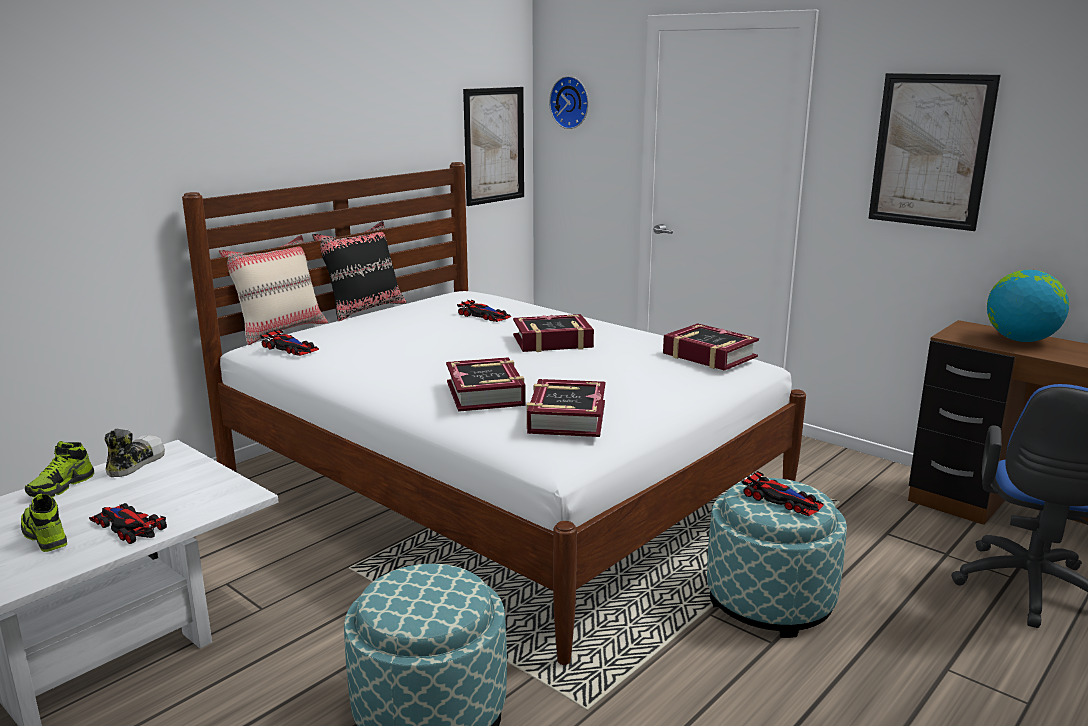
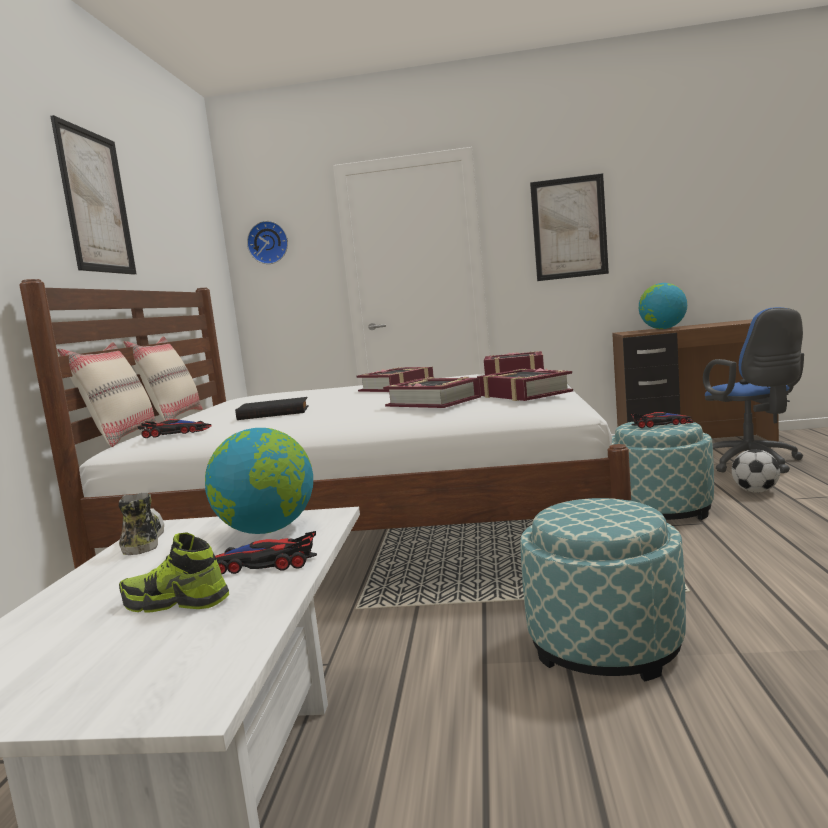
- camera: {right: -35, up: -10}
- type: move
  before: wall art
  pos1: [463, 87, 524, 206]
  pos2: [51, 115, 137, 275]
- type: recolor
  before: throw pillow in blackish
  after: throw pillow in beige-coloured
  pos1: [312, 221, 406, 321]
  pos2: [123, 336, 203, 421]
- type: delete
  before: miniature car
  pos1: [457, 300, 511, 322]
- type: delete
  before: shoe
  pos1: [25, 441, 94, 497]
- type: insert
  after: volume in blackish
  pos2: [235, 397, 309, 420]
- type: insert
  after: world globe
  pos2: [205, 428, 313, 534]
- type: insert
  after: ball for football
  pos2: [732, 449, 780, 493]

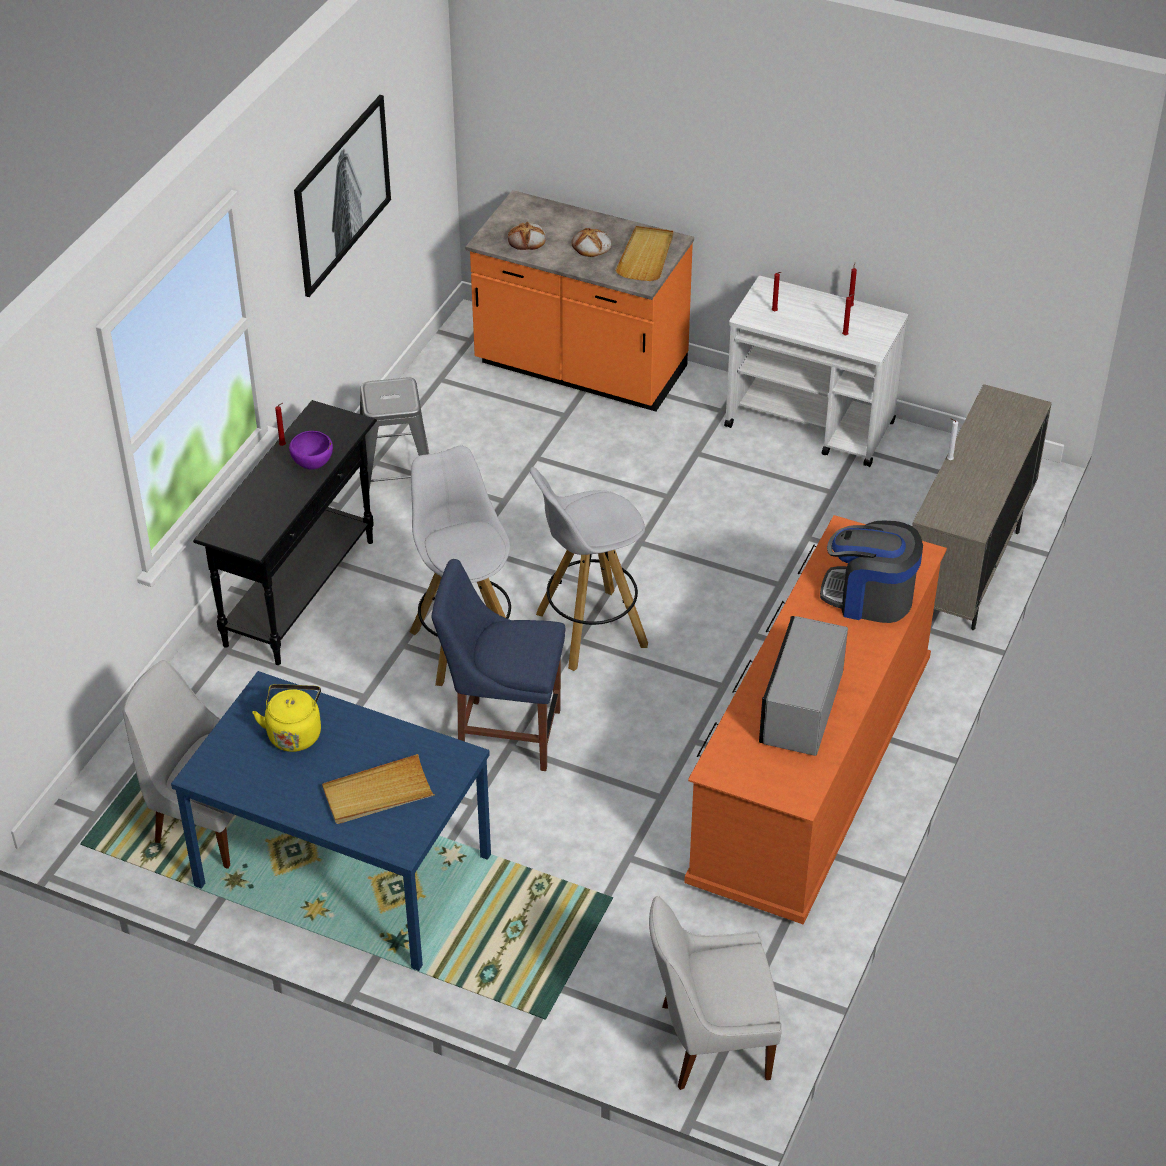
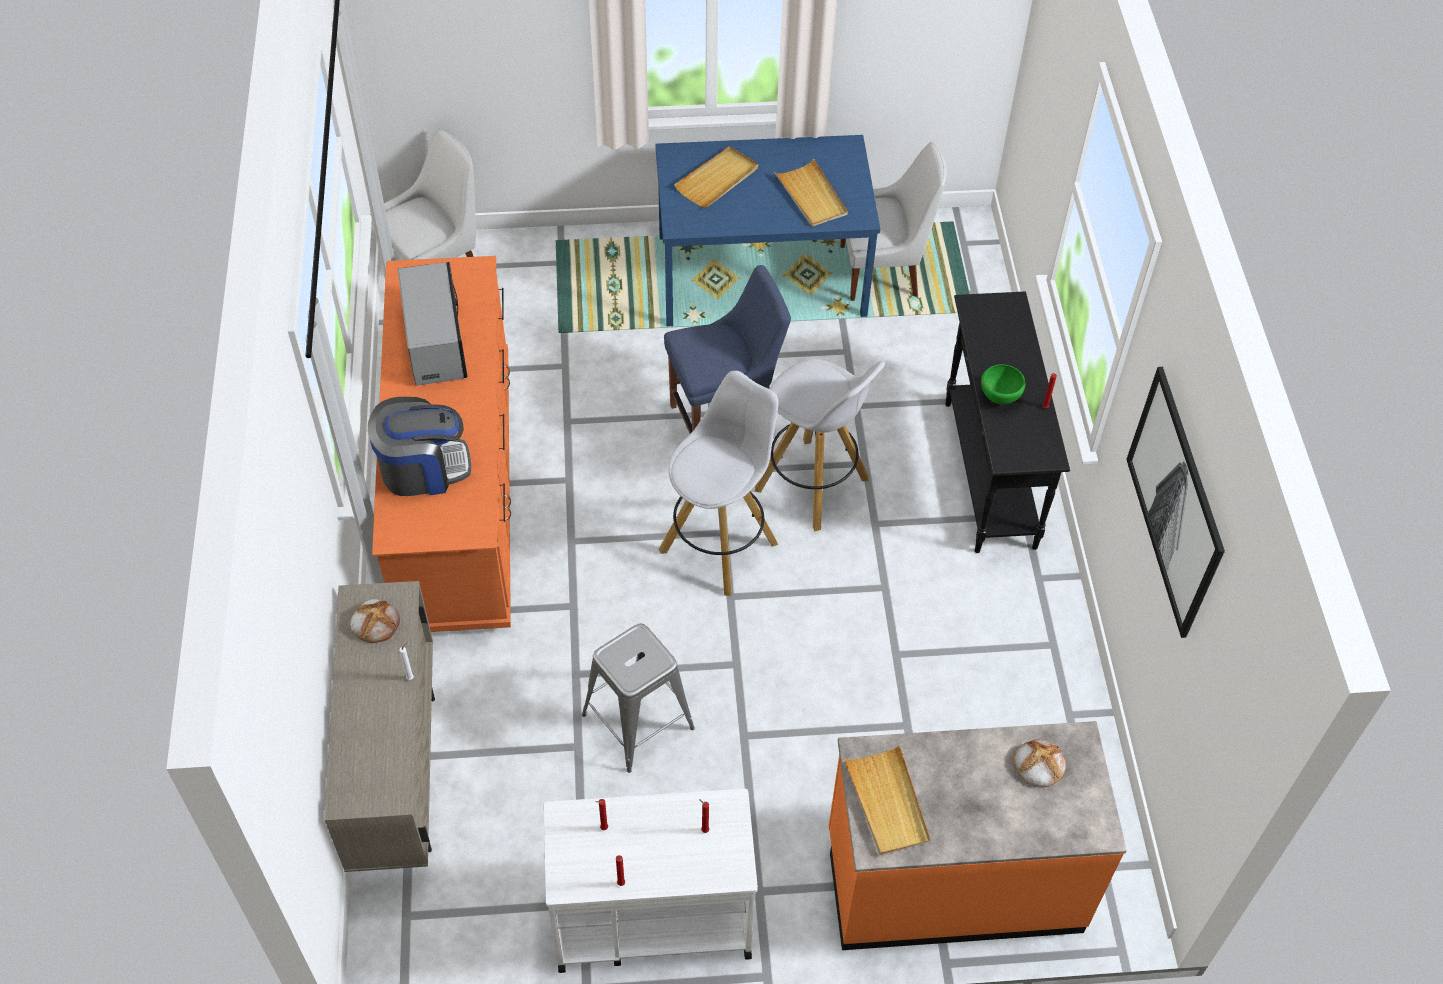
- camera: {right: 150, up: 10}
- type: move
  before: bread
  pos1: [571, 228, 611, 257]
  pos2: [350, 599, 400, 643]
- type: move
  before: stool seat in greyish
  pos1: [360, 378, 429, 507]
  pos2: [582, 624, 695, 773]
- type: recolor
  before: serving bowl in purple
  after: serving bowl in greenish
  pos1: [289, 431, 333, 470]
  pos2: [981, 364, 1025, 404]
- type: replace
  before: water kettle in yellow-coloured
  after: carrying tray in beige-coloured
  pos1: [252, 684, 321, 752]
  pos2: [774, 158, 848, 227]

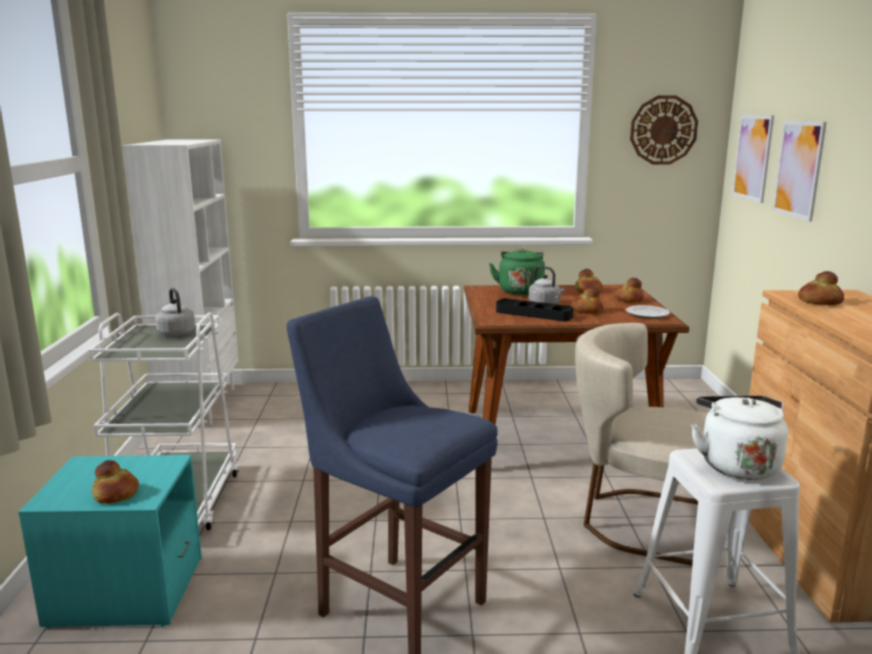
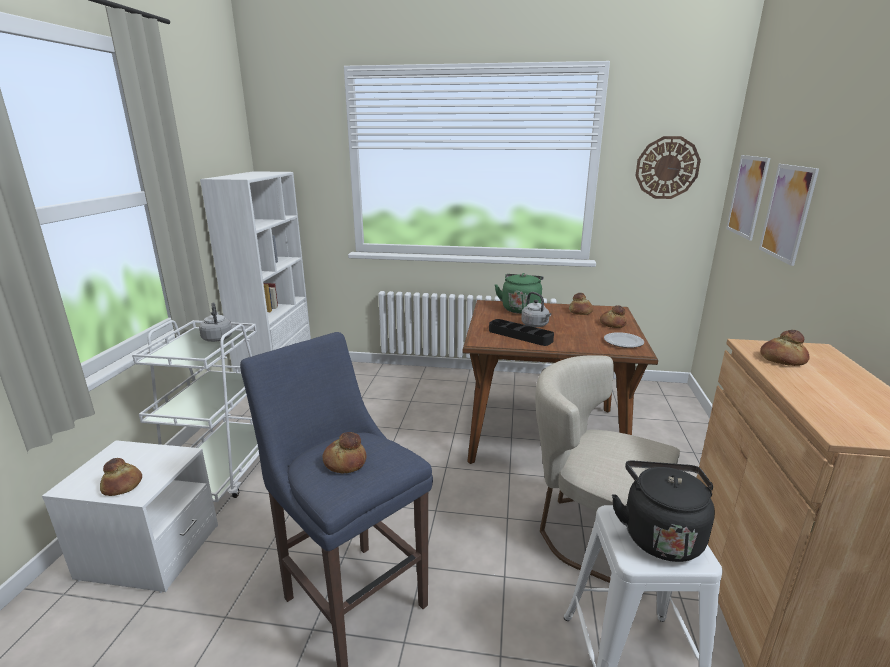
- camera: {right: 10, up: 5}
- type: move
  before: bread
  pos1: [571, 287, 603, 314]
  pos2: [323, 432, 366, 473]
- type: recolor
  before: water kettle in whitish
  after: water kettle in blackish
  pos1: [691, 395, 788, 480]
  pos2: [612, 461, 715, 562]
- type: recolor
  before: bedside table in turquoise-coloured
  after: bedside table in whitish
  pos1: [18, 455, 202, 629]
  pos2: [42, 440, 218, 593]

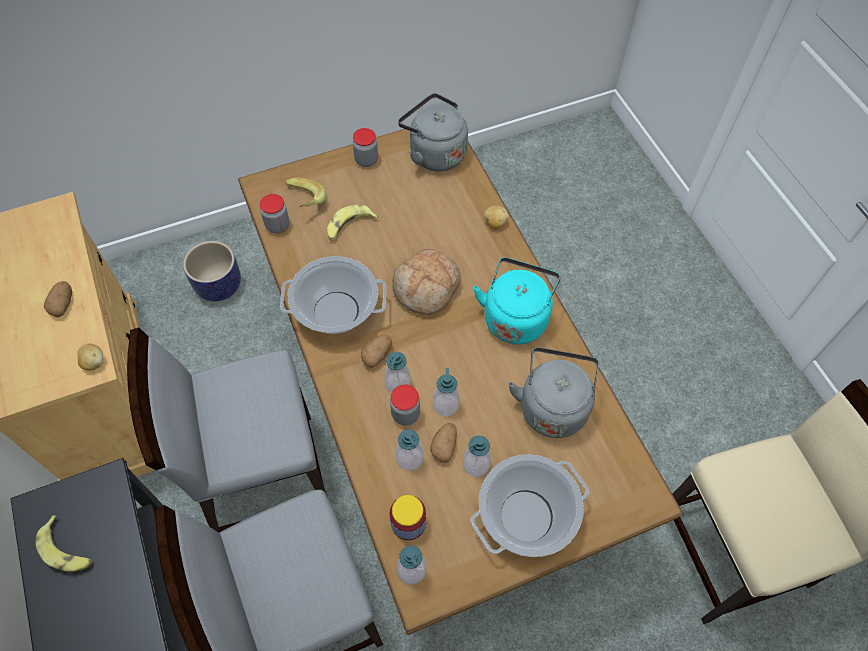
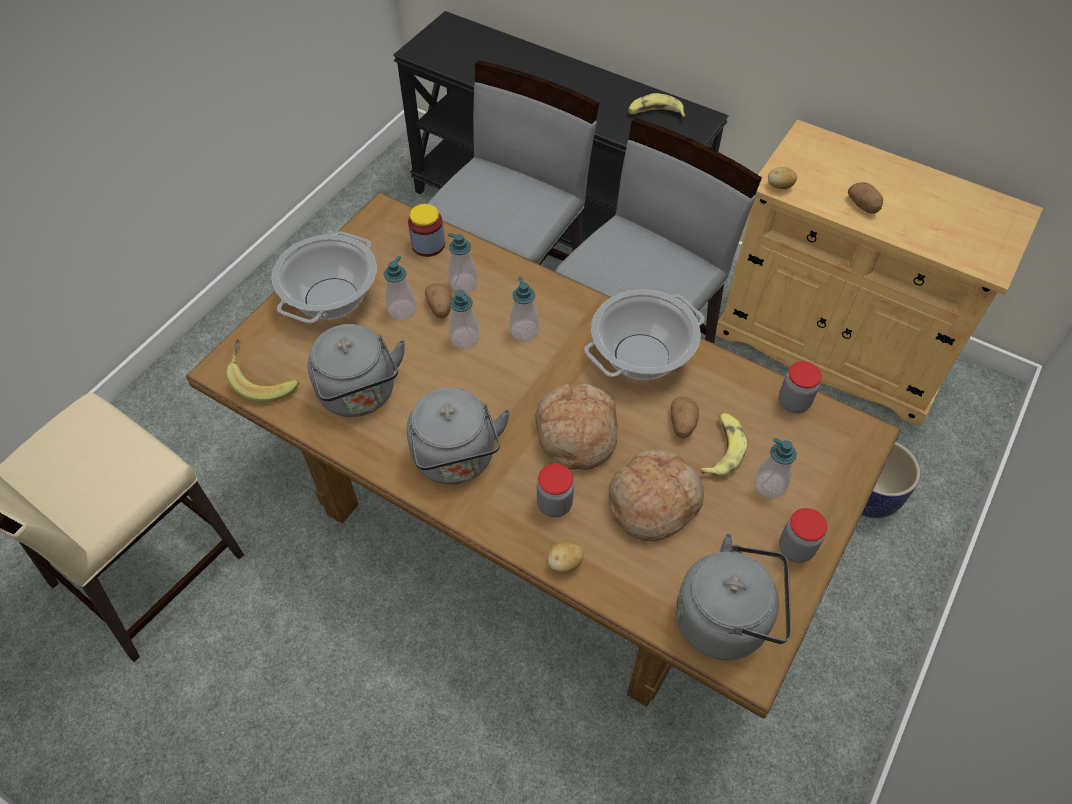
- camera: {right: 145, up: -5}
- type: move
  before: banana fruit
  pos1: [285, 178, 326, 207]
  pos2: [226, 339, 299, 402]
- type: recolor
  before: water kettle in turquoise-coloured
  after: water kettle in greyish
  pos1: [473, 257, 561, 344]
  pos2: [406, 387, 510, 485]
- type: move
  before: whole potato
  pos1: [361, 335, 392, 368]
  pos2: [671, 397, 699, 438]
- type: move
  before: storage jar
  pos1: [390, 385, 420, 425]
  pos2: [537, 464, 574, 517]
- type: move
  before: soap dispenser
  pos1: [397, 545, 427, 585]
  pos2: [754, 438, 797, 498]
- type: insert
  after: bread
  pos2: [609, 449, 704, 541]

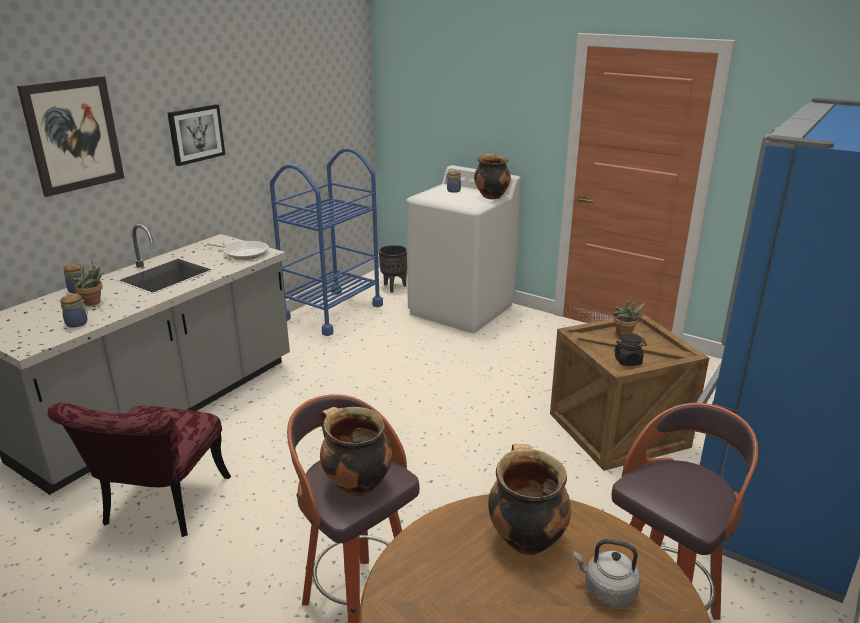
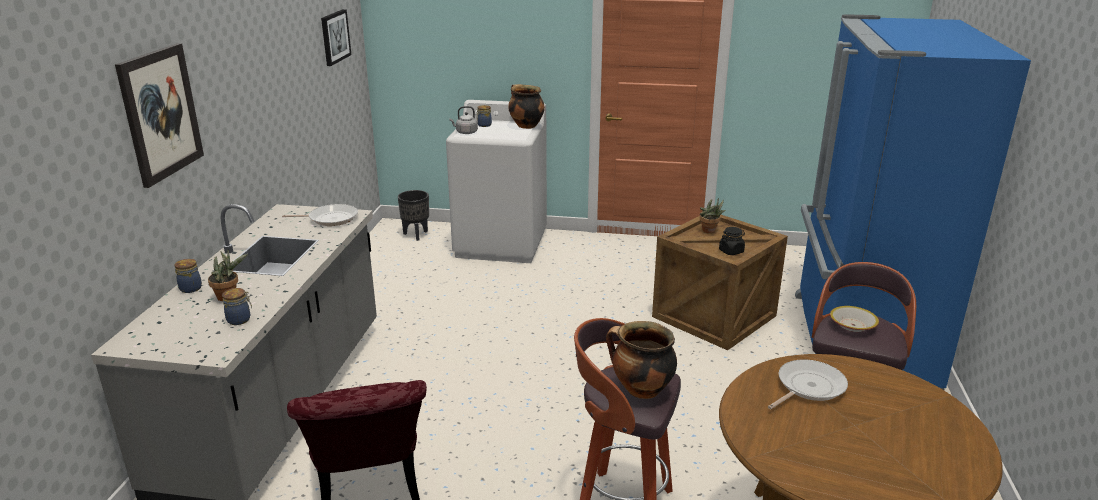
- camera: {right: -25, up: 0}
- type: move
  before: wall art
  pos1: [168, 104, 225, 166]
  pos2: [321, 9, 352, 66]
- type: delete
  before: trolley in bluish
  pos1: [270, 148, 383, 336]
- type: replace
  before: stockpot
  after: pan
  pos1: [488, 444, 571, 555]
  pos2: [768, 360, 848, 409]
- type: move
  before: water kettle in greyish
  pos1: [573, 539, 640, 607]
  pos2: [449, 106, 478, 134]
- type: insert
  after: serving bowl
  pos2: [830, 306, 879, 332]

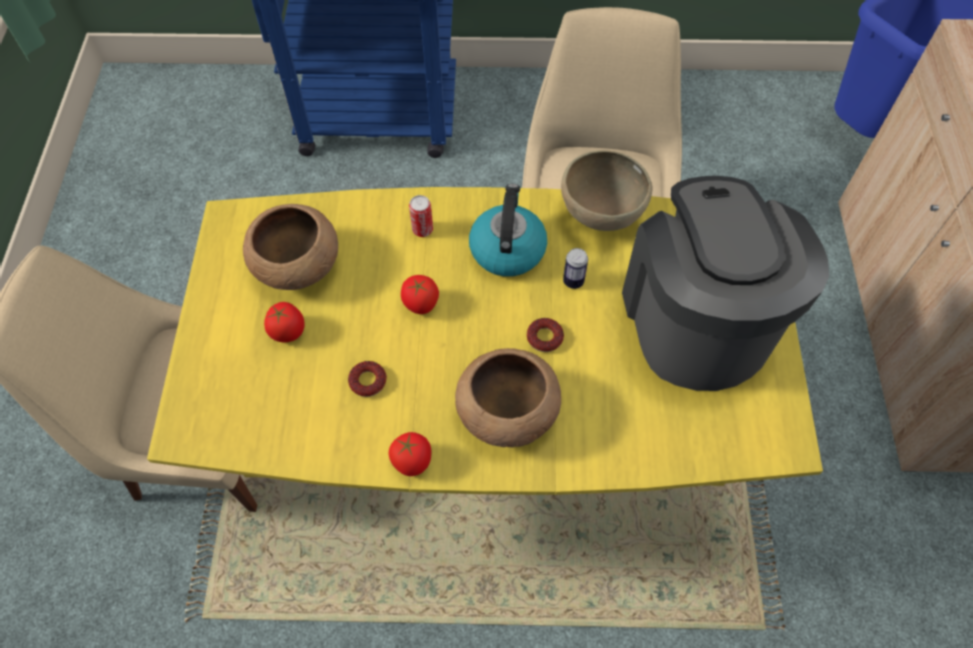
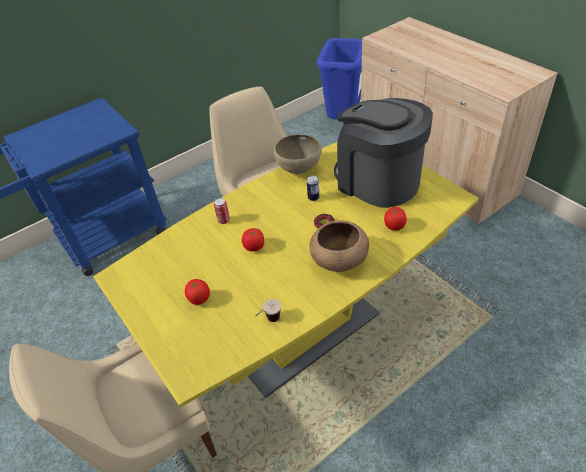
- camera: {right: -35, up: -15}
- type: delete
  before: water kettle
  pos1: [469, 184, 547, 277]
- type: delete
  before: serving bowl in brown
  pos1: [243, 204, 338, 290]
- type: delete
  before: donut
  pos1: [348, 361, 387, 397]
- type: move
  before: tomato
  pos1: [388, 432, 432, 476]
  pos2: [384, 207, 407, 231]
- type: insert
  after: small cup
  pos2: [255, 299, 281, 322]

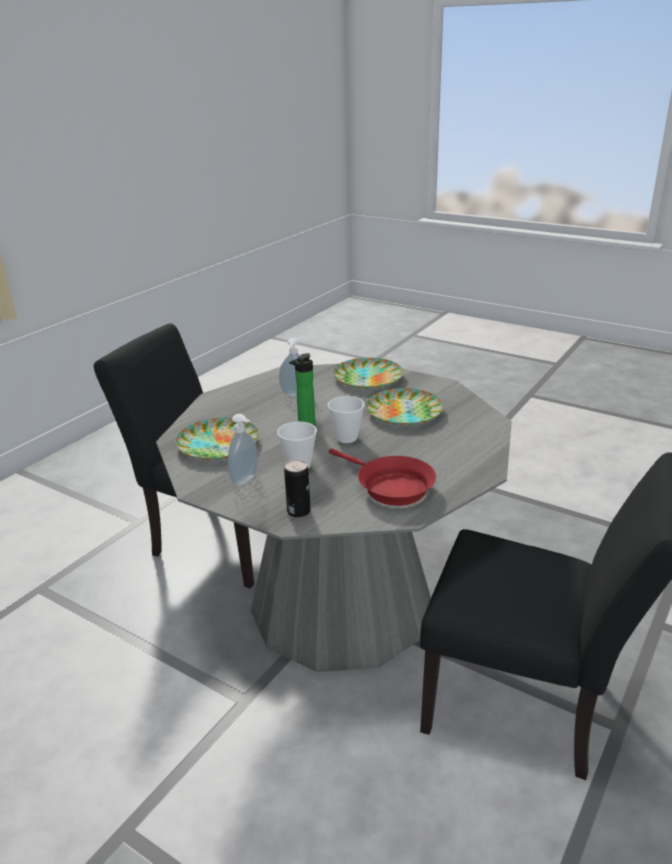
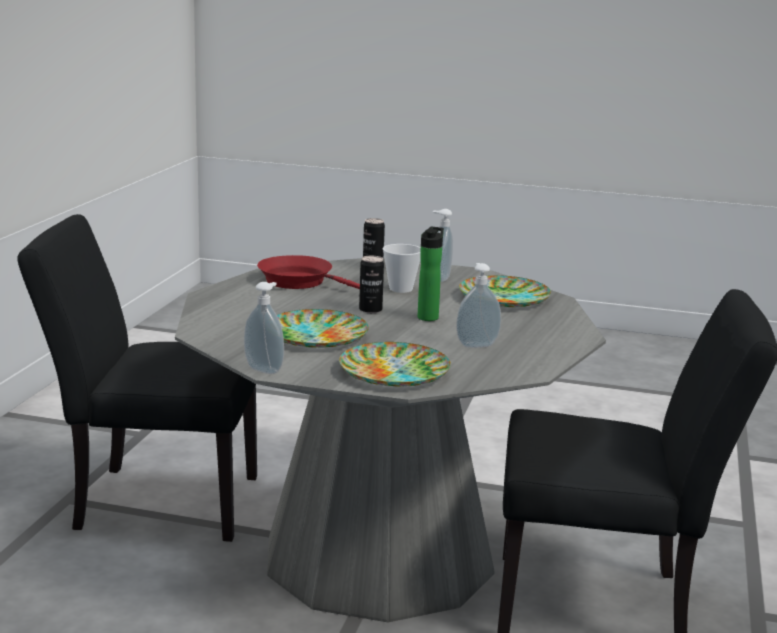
- camera: {right: 160, up: -10}
- type: replace
  before: small cup
  after: sealed can
  pos1: [328, 396, 365, 443]
  pos2: [359, 256, 384, 313]
- type: insert
  after: soap dispenser
  pos2: [244, 282, 284, 374]

